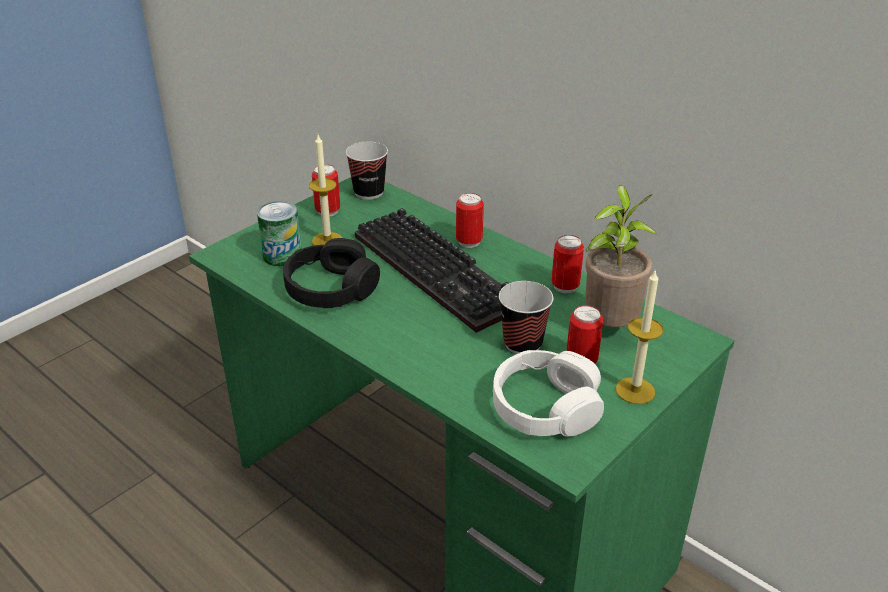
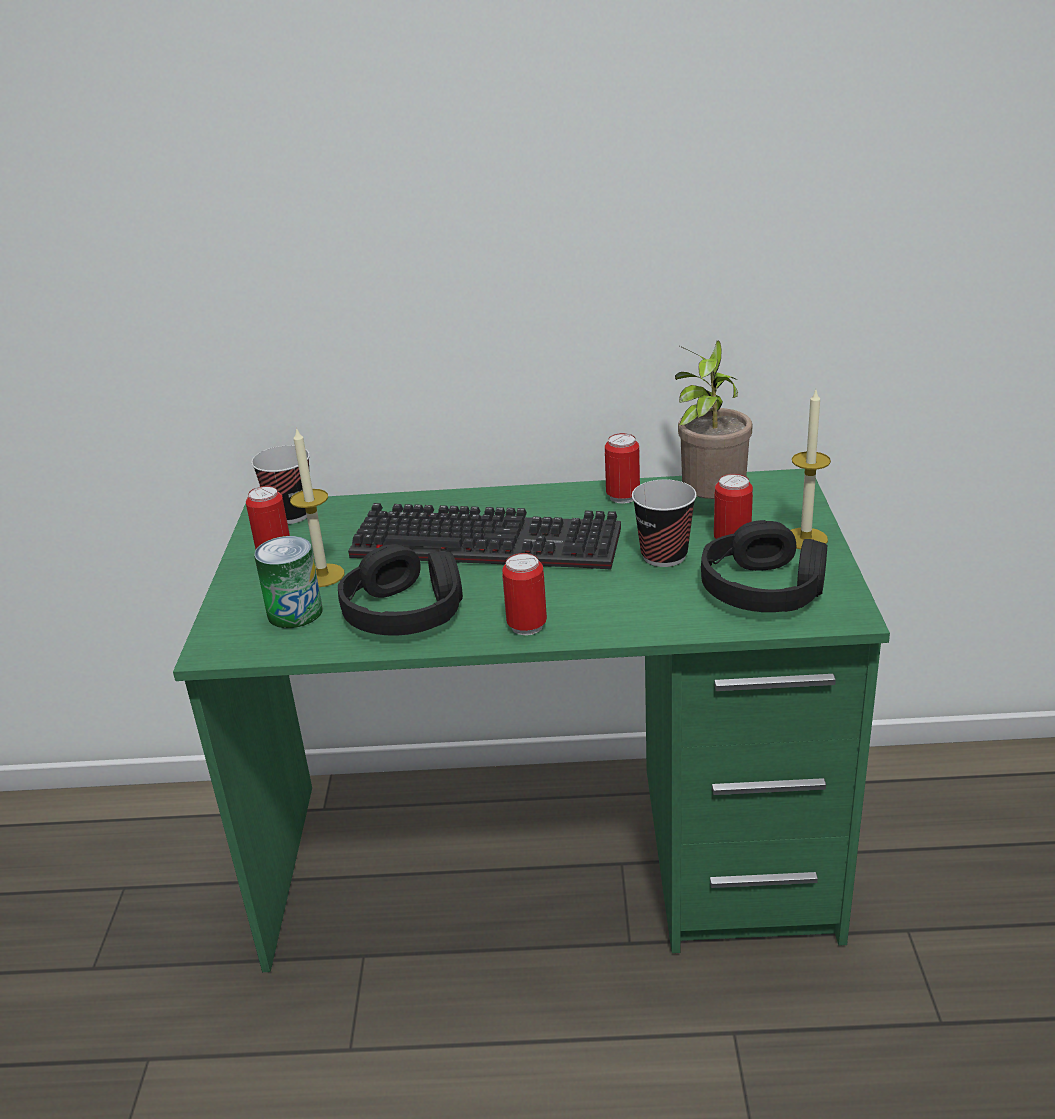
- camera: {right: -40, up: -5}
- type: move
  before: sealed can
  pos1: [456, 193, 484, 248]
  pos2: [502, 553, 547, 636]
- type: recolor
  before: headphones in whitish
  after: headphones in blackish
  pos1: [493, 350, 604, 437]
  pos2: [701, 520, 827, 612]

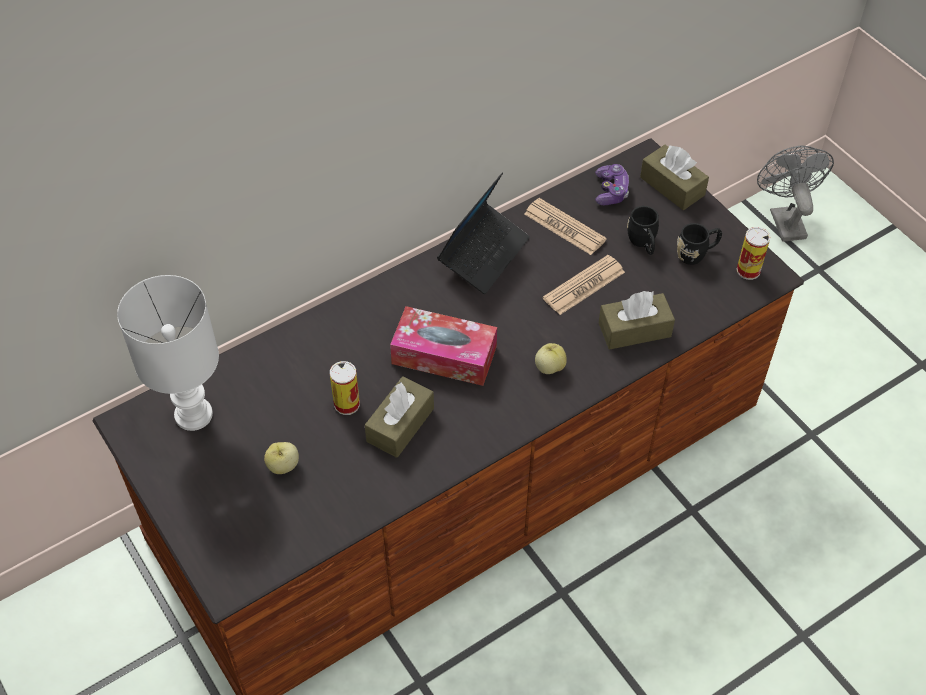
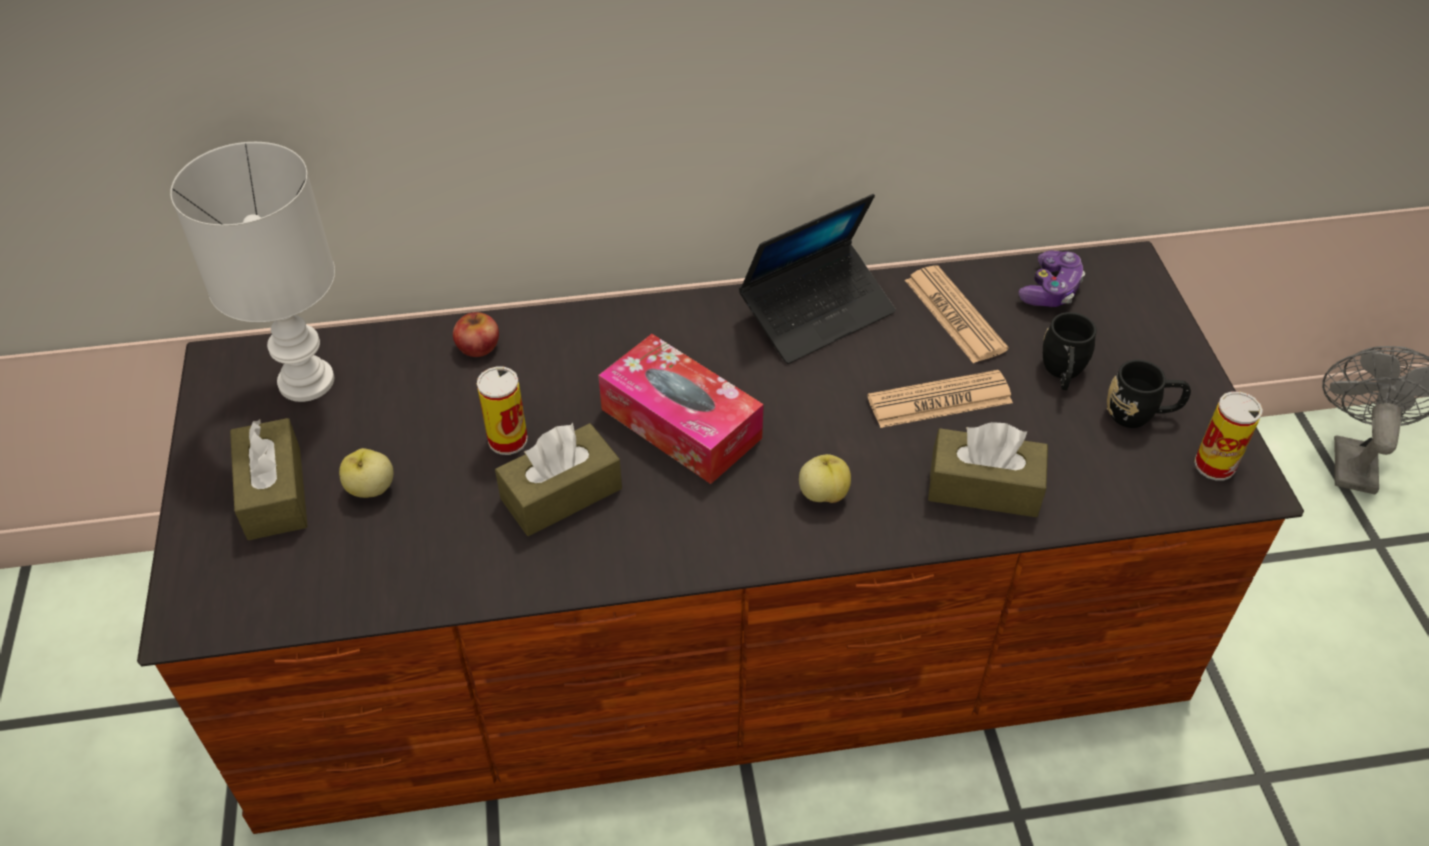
- camera: {right: 25, up: -5}
- type: move
  before: tissue holder in brown
  pos1: [640, 145, 709, 210]
  pos2: [230, 418, 308, 540]
- type: insert
  after: apple fruit
  pos2: [453, 312, 499, 357]

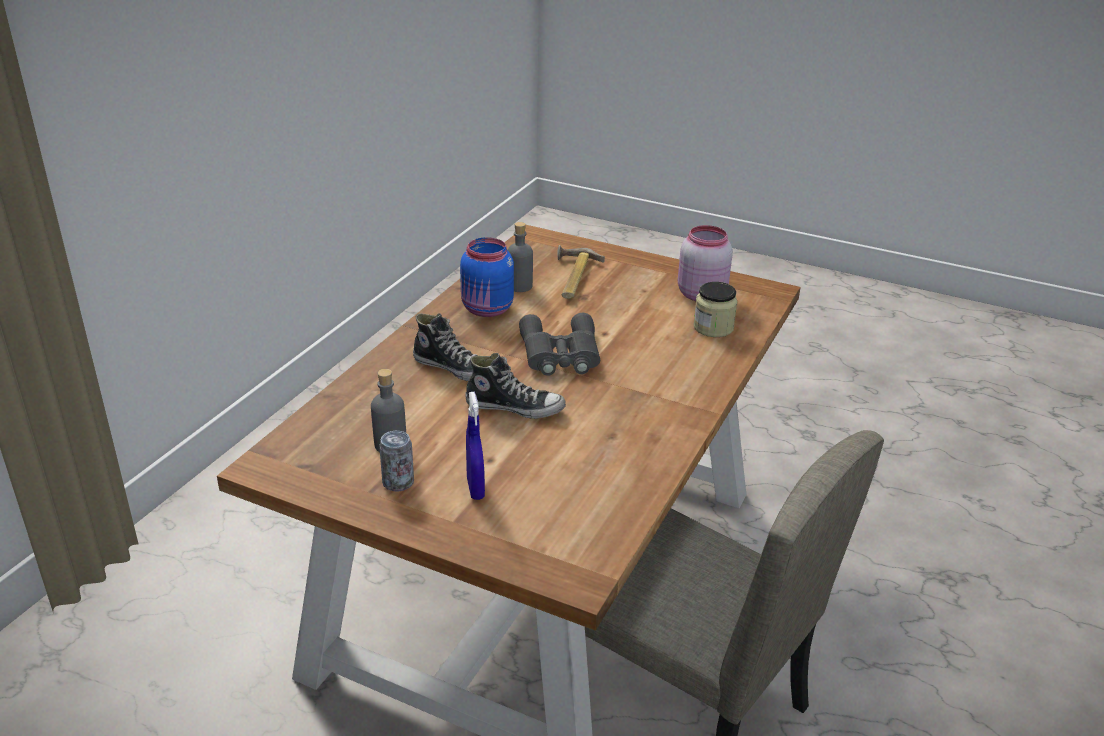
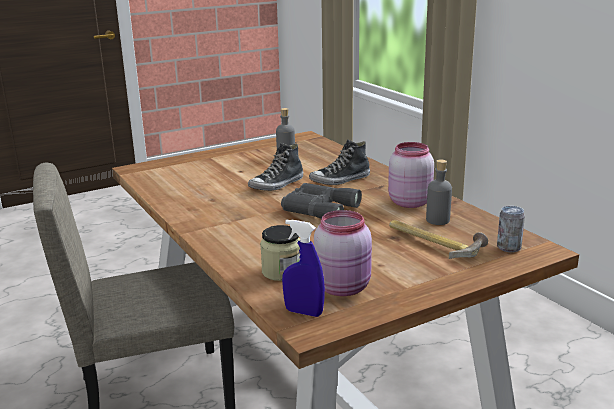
- camera: {right: 125, up: -10}
- type: recolor
  before: storage jar in bluish
  after: storage jar in pink
  pos1: [460, 237, 514, 317]
  pos2: [388, 142, 434, 208]
- type: move
  before: sprayer in bluish
  pos1: [466, 392, 485, 500]
  pos2: [282, 219, 325, 317]
- type: move
  before: sealed can
  pos1: [379, 431, 414, 492]
  pos2: [497, 206, 525, 252]

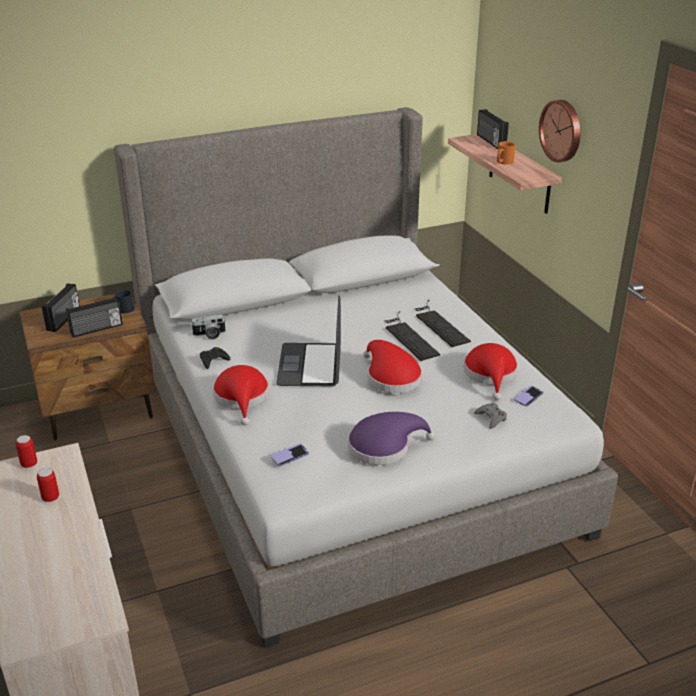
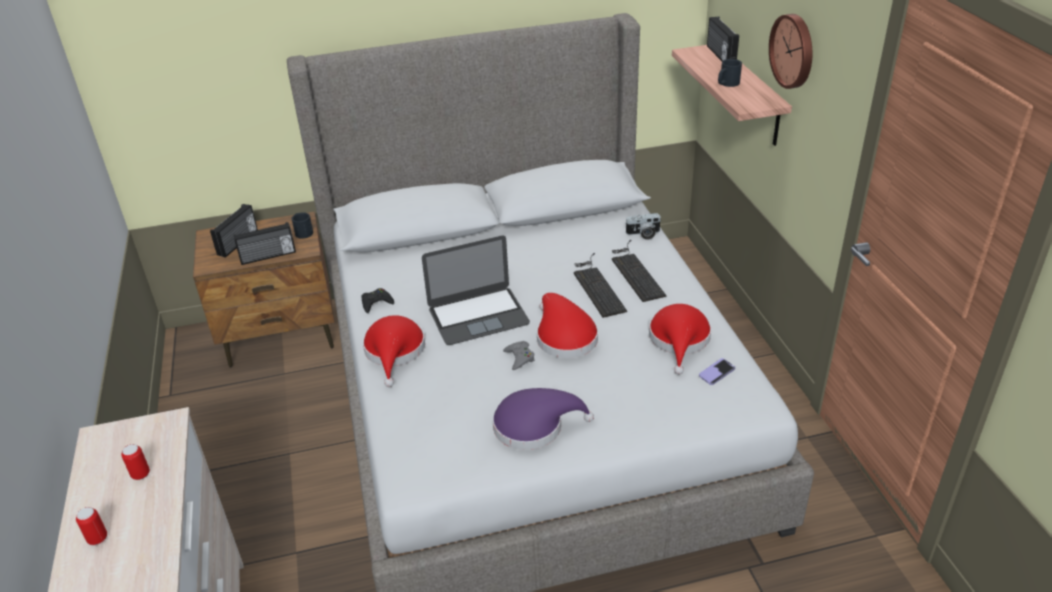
- camera: {right: 10, up: 5}
- type: recolor
  before: coffee mug in orangey
  after: coffee mug in blackish
  pos1: [497, 141, 516, 165]
  pos2: [718, 59, 742, 87]
- type: rotate
  before: notebook computer
  pos1: [276, 295, 341, 386]
  pos2: [422, 236, 530, 345]
  turn: -120
- type: move
  before: photo camera
  pos1: [192, 314, 226, 339]
  pos2: [626, 213, 661, 240]
- type: move
  before: gamepad in greyish
  pos1: [474, 403, 507, 429]
  pos2: [503, 341, 535, 370]
- type: move
  before: sealed can
  pos1: [15, 435, 37, 468]
  pos2: [76, 507, 107, 545]
- type: delete
  before: handset
  pos1: [271, 443, 309, 466]

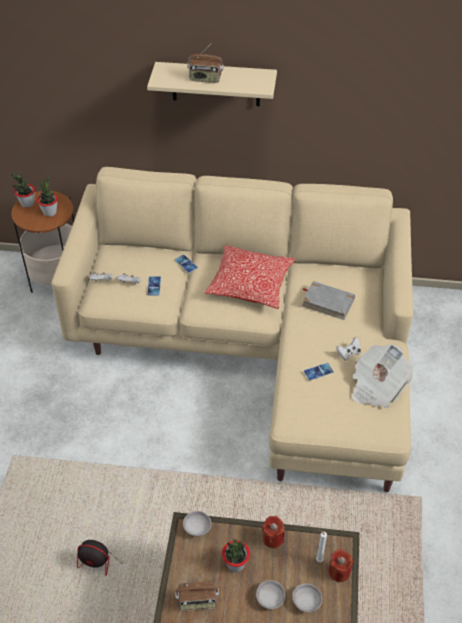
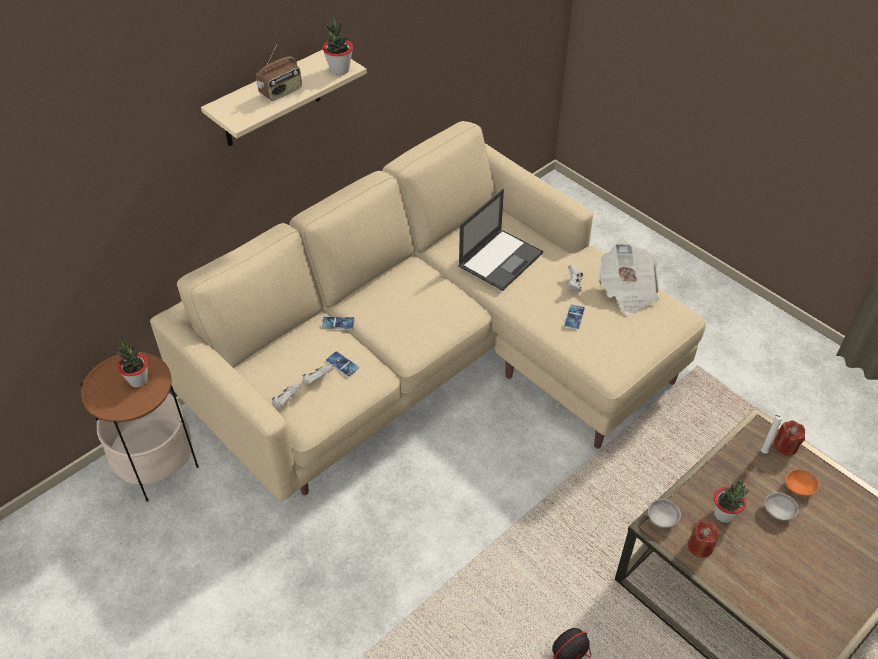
- camera: {right: -50, up: 0}
- type: move
  before: plant in a pot
  pos1: [11, 172, 35, 208]
  pos2: [323, 18, 353, 75]
- type: delete
  before: throw pillow
  pos1: [205, 245, 295, 309]
- type: replace
  before: volume in greyish
  after: notebook computer
  pos1: [302, 281, 355, 320]
  pos2: [458, 189, 543, 291]
- type: move
  before: wax light in red
  pos1: [262, 516, 285, 548]
  pos2: [688, 520, 719, 558]
- type: delete
  before: radio receiver
  pos1: [175, 575, 219, 611]
- type: recolor
  before: serving bowl in greyish
  after: serving bowl in orangey
  pos1: [292, 584, 322, 612]
  pos2: [786, 469, 819, 496]

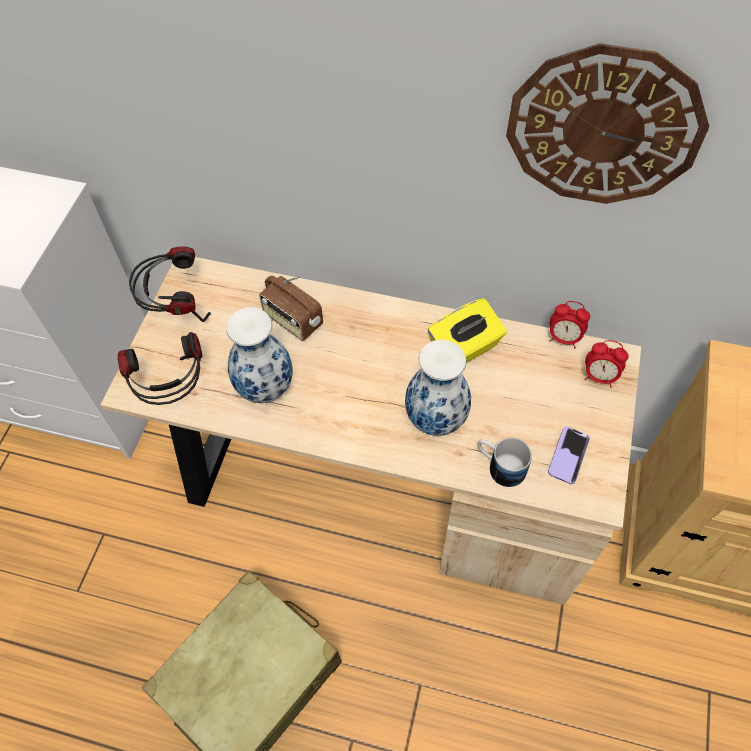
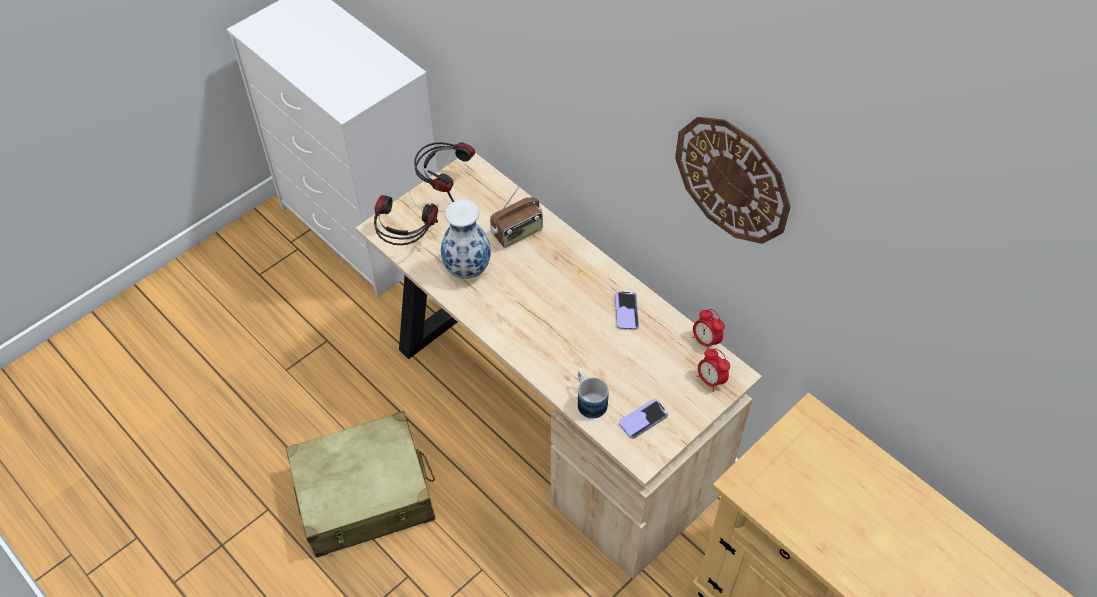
- camera: {right: 30, up: -5}
- type: rotate
  before: radio receiver
  pos1: [259, 276, 323, 341]
  pos2: [490, 186, 543, 248]
  turn: -105
- type: replace
  before: tissue holder in yellow-coloured
  after: handset
  pos1: [428, 298, 507, 363]
  pos2: [615, 291, 639, 330]
- type: delete
  before: decorative vase
  pos1: [405, 340, 471, 436]

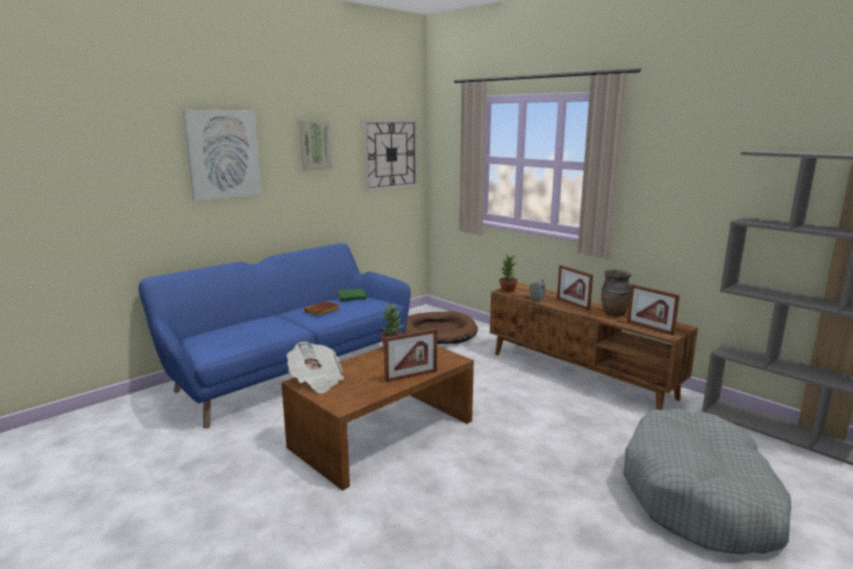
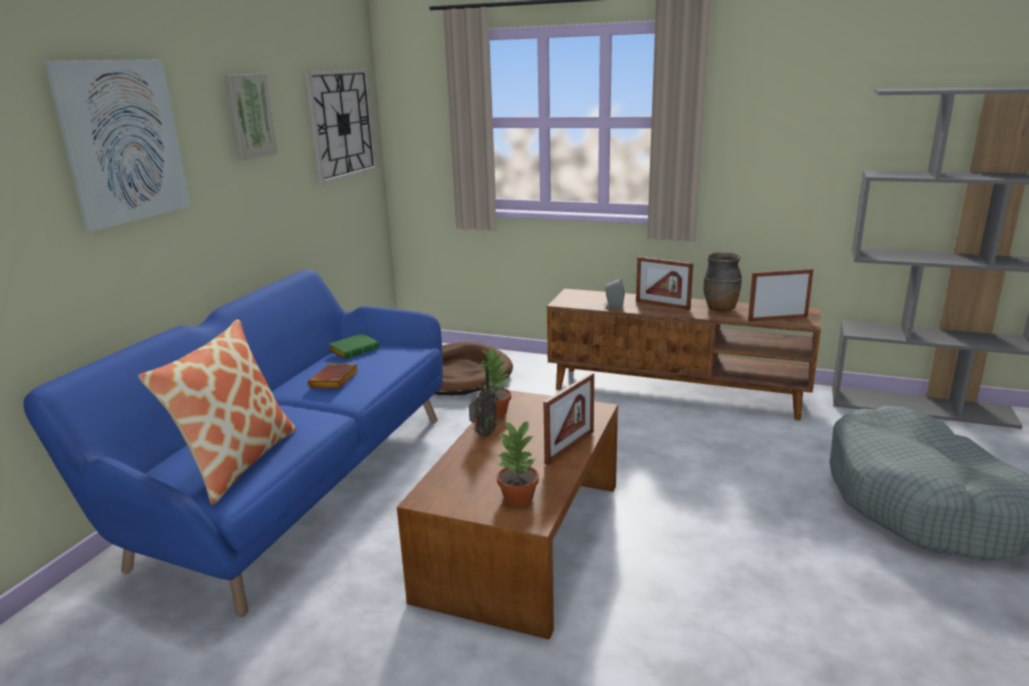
- camera: {right: -25, up: 5}
- type: move
  before: plant in a pot
  pos1: [499, 255, 518, 292]
  pos2: [497, 420, 539, 506]
- type: rotate
  before: standing frame
  pos1: [627, 284, 680, 335]
  pos2: [748, 269, 814, 322]
  turn: 150
- type: delete
  before: daily paper
  pos1: [287, 342, 344, 393]
- type: insert
  after: throw pillow
  pos2: [138, 319, 296, 505]
- type: insert
  after: radio receiver
  pos2: [469, 365, 497, 436]

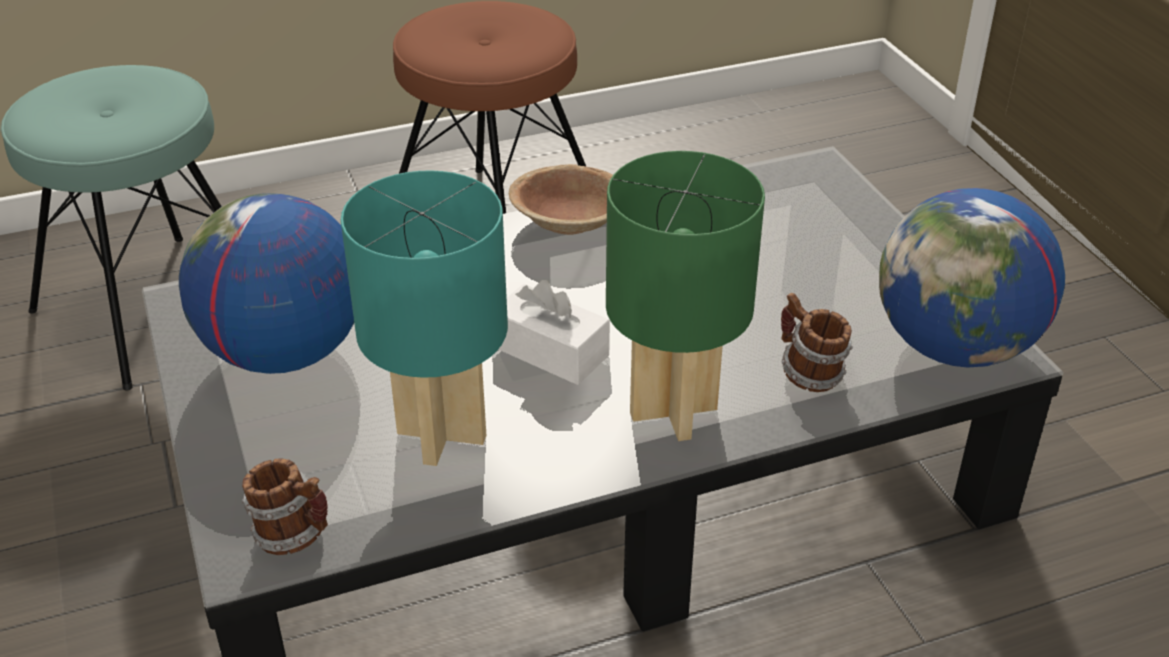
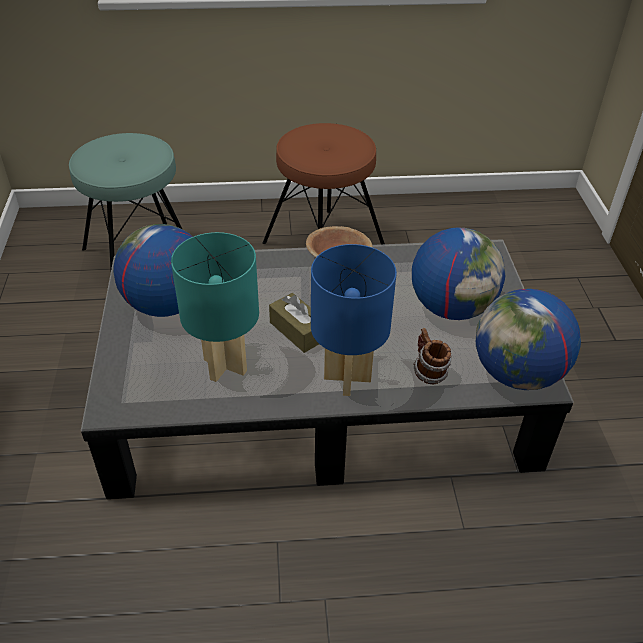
- camera: {right: 15, up: 5}
- type: recolor
  before: tabletop lamp in greenish
  after: tabletop lamp in bluish
  pos1: [606, 151, 765, 441]
  pos2: [311, 244, 397, 396]
- type: recolor
  before: tissue holder in whitish
  after: tissue holder in brown
  pos1: [498, 280, 610, 385]
  pos2: [269, 293, 319, 353]
- type: delete
  before: coffee mug
  pos1: [242, 458, 328, 555]
- type: insert
  after: world globe
  pos2: [412, 227, 505, 320]

